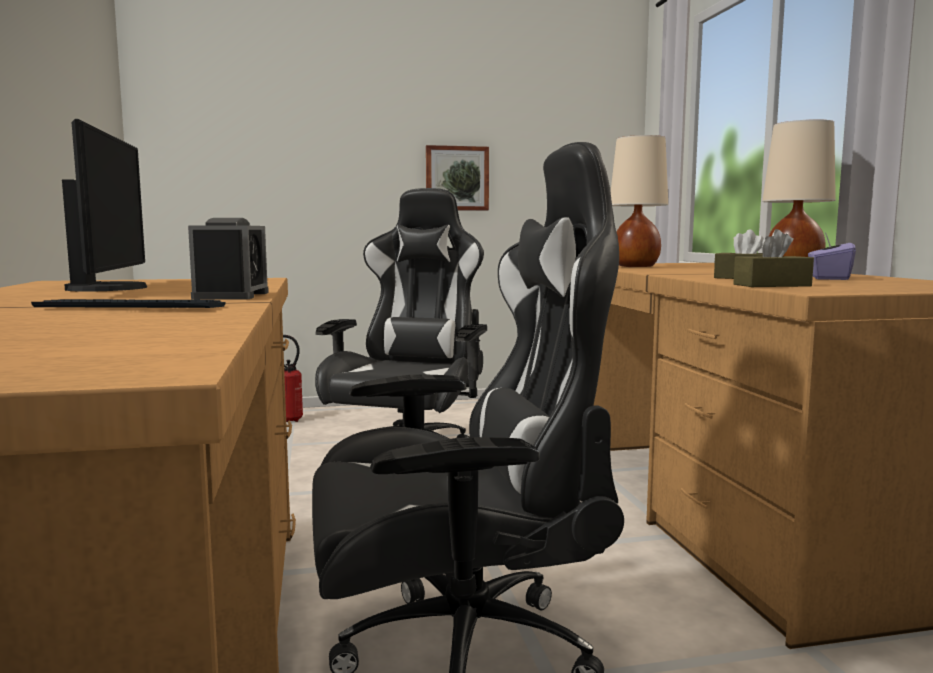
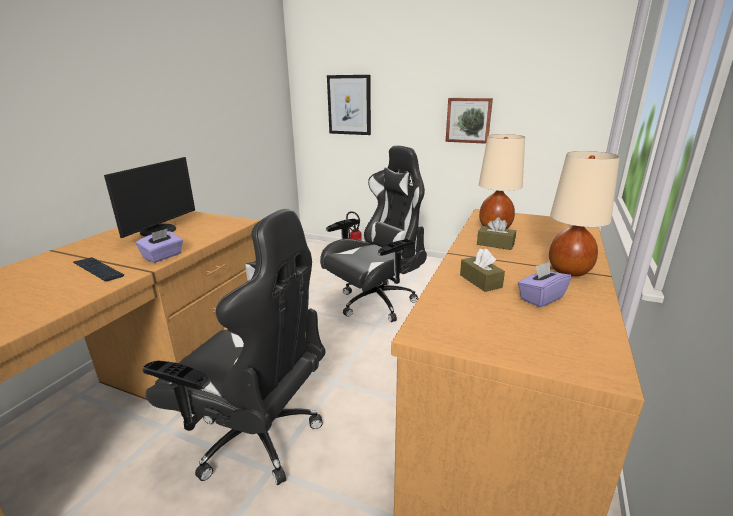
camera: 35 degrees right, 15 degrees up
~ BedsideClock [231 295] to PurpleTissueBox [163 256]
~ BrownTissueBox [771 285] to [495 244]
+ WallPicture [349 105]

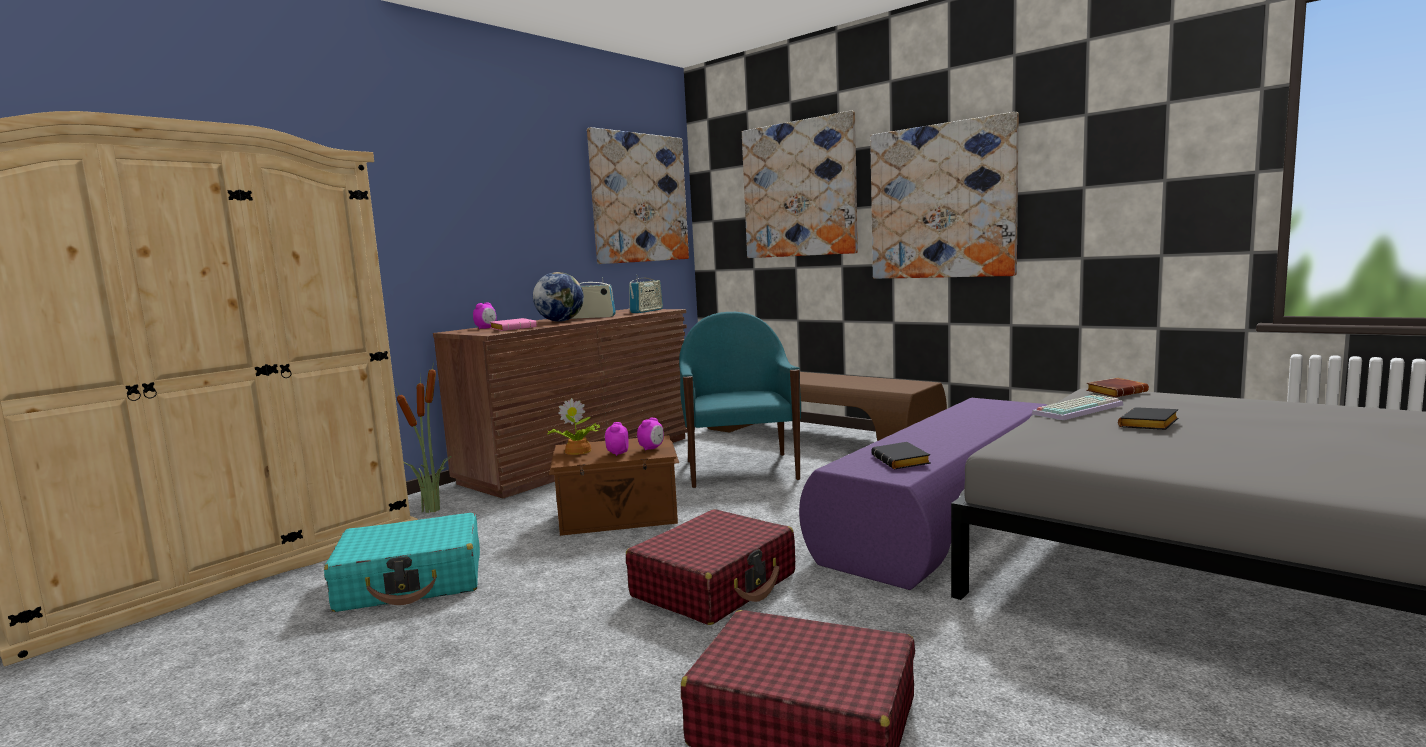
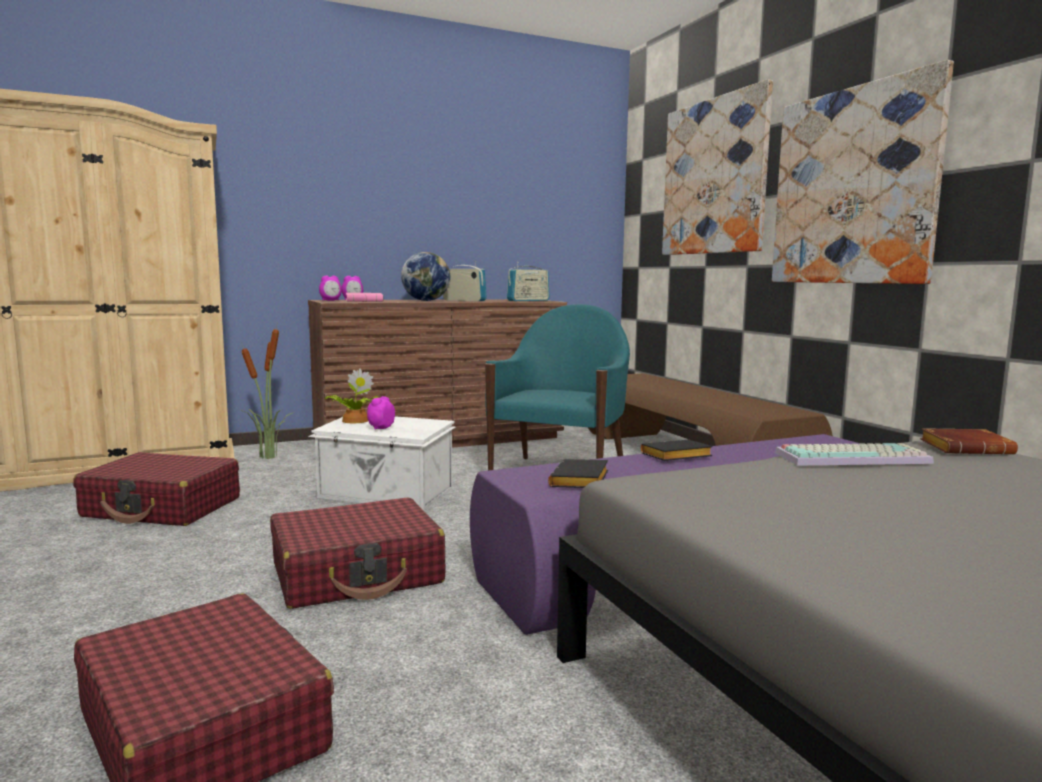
camera: 25 degrees right, 0 degrees up
~ TurquoiseTravelCase [412 581] to RedColouredTravelCase [162 507]
~ BrownStorageContainer [619 517] to WhiteStorageContainer [386 494]
- WallPicture [639 198]
~ BedsideClock [651 448] to [330 300]
~ BlackColouredVolume [1150 425] to [675 457]

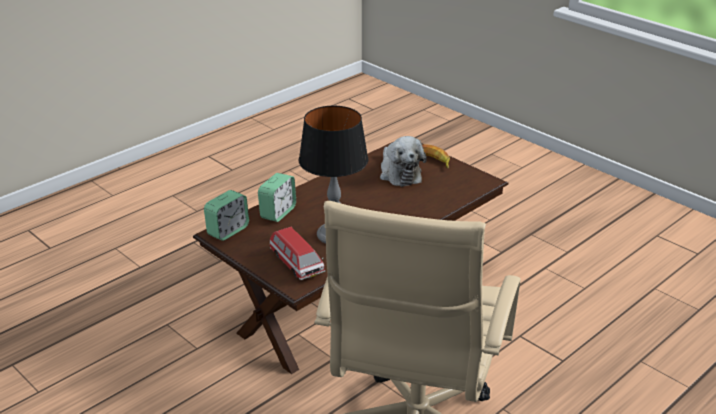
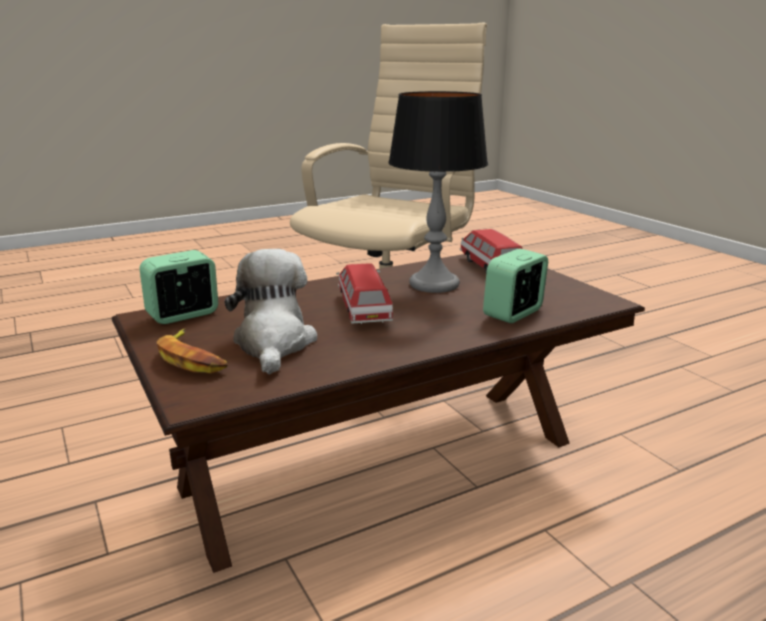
camera: 165 degrees left, 10 degrees down
~ BedsideClock [228 231] to [183 315]
+ ToyCar [364 310]

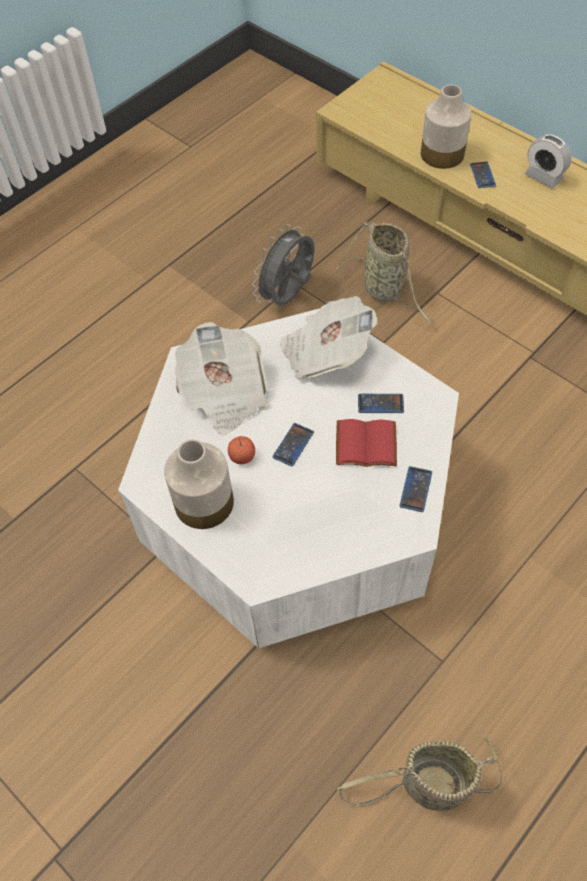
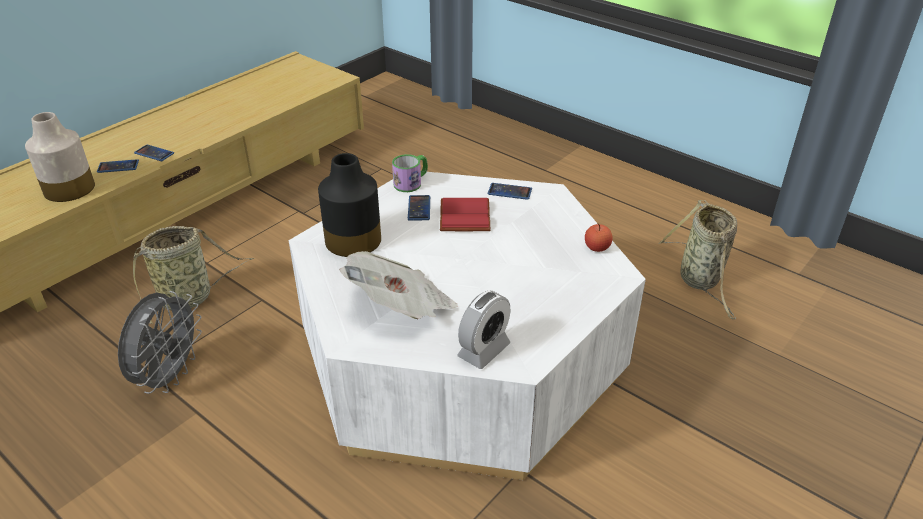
camera: 95 degrees left, 20 degrees down
- SandColouredDecorativeVase [203 501]
~ AppleFruit [242 456] to [597 247]
~ GrayElectricFan [288 297] = [169 376] 105 degrees counterclockwise
~ Handset [293 445] to [154 153]
~ Newspaper [325 353] to BlackColouredDecorativeVase [353 240]
~ BedsideClock [543 177] to [484 350]
+ Mug [411 182]

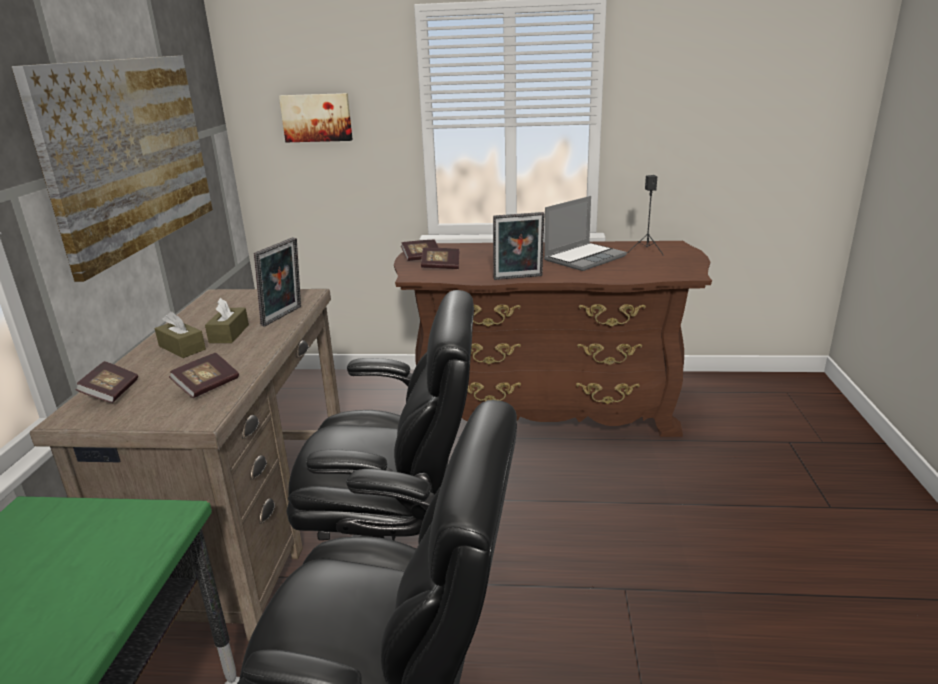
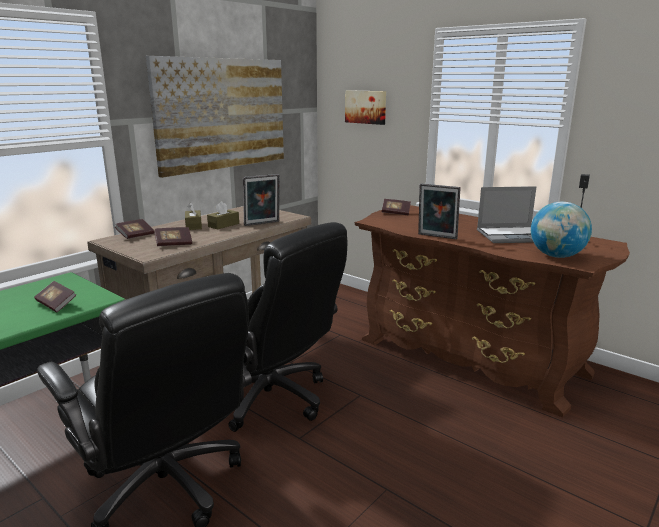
camera: 35 degrees right, 5 degrees down
~ Volume [440 266] to [56 304]
+ Globe [556 256]

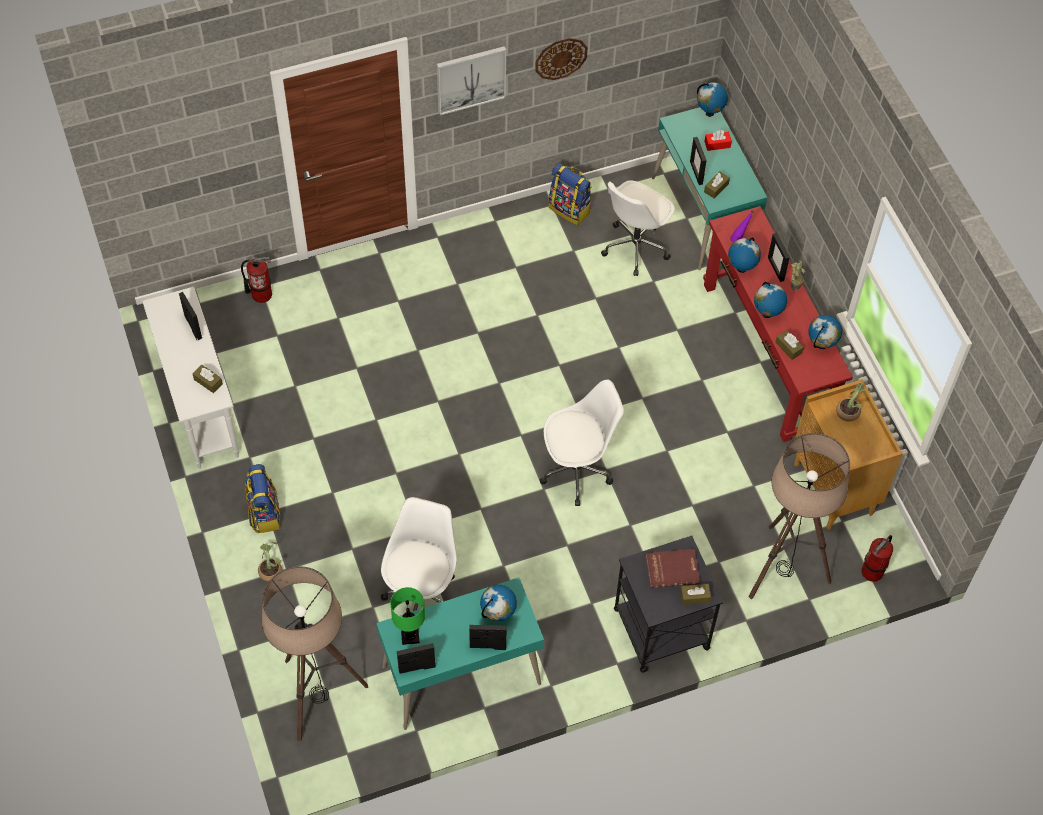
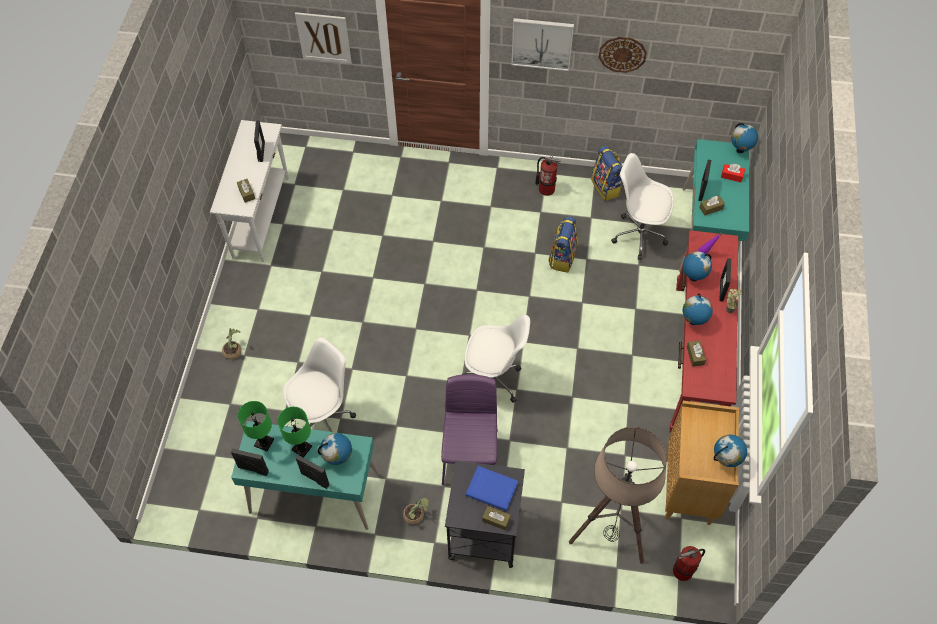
camera: 30 degrees right, 0 degrees up
~ FireFightingCylinder [261 294] to [546 189]
~ Knapsack [264 513] to [562 257]
- StandingLamp [317 695]
~ WhiteDeskChair [634 249] = [637 235] 45 degrees clockwise
~ RedColouredVolume [672 568] to BluishVolume [492 488]
~ Globe [821 345] to [725 460]
~ PottedPlant [850 411] to [416 515]
+ GreenColouredTabletopLamp [302 448]
+ WallPicture [324 37]
+ PurpleUprightChair [470 454]

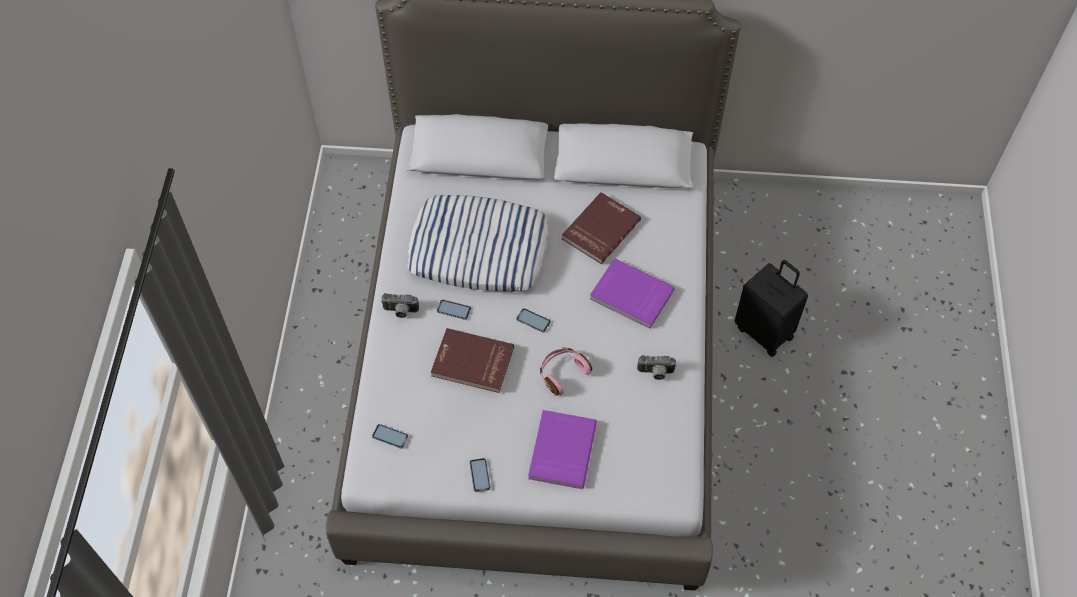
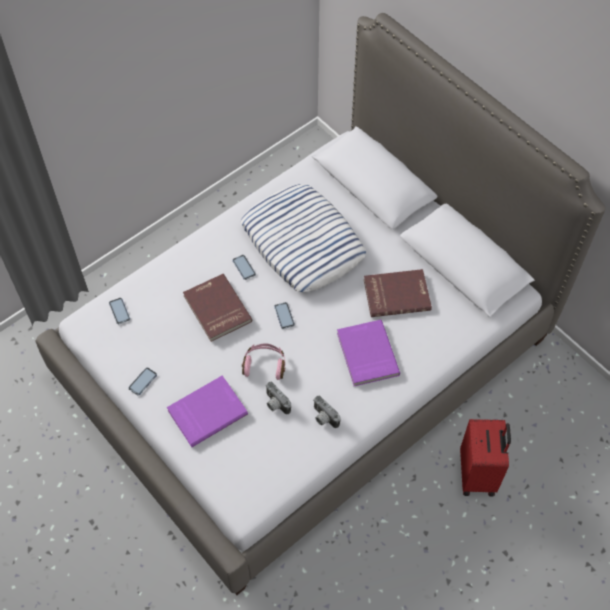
camera: 45 degrees right, 0 degrees up
~ StillCamera [400 312] to [275 404]
~ BlackColouredTravelCase [765 331] to RedColouredTravelCase [478 474]

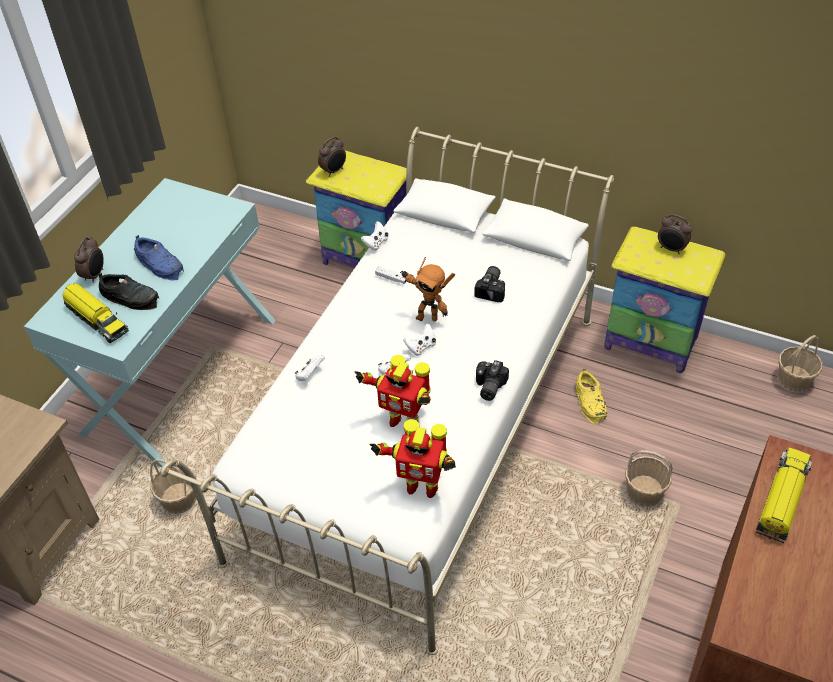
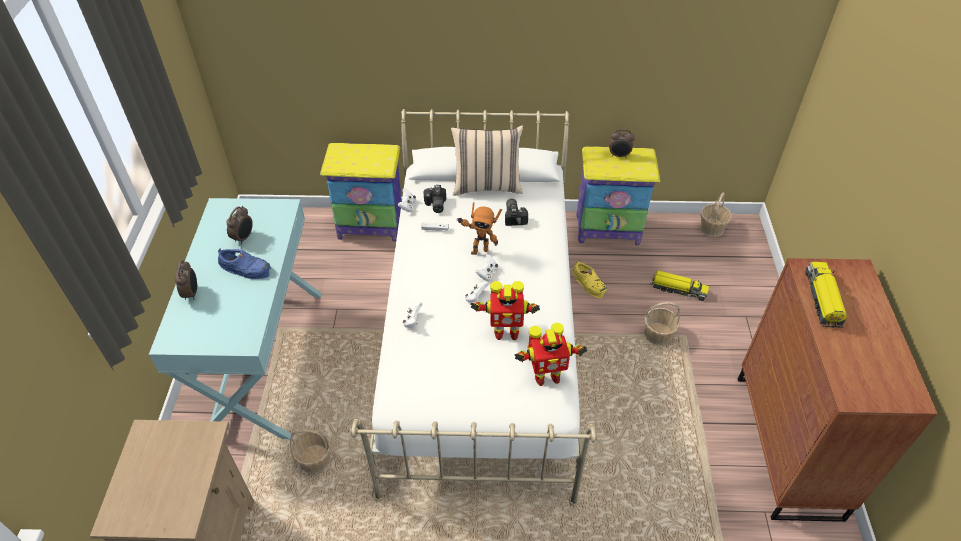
camera: 25 degrees left, 0 degrees up
~ ToyLorry [96 319] to [678 289]
- BlackColouredLowShoe [130 297]
~ BedsideClock [334 171] to [244 238]
~ StillCamera [488 387] to [435 205]
+ SandColouredThrowPillow [487 185]

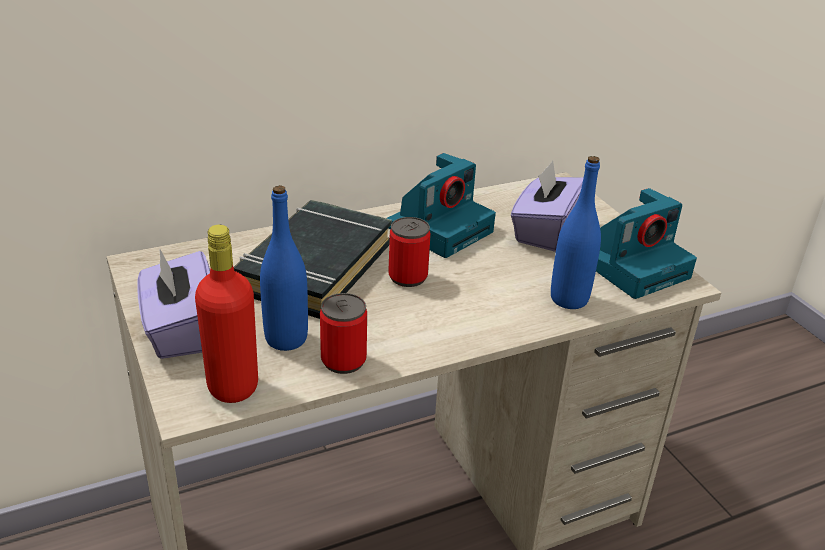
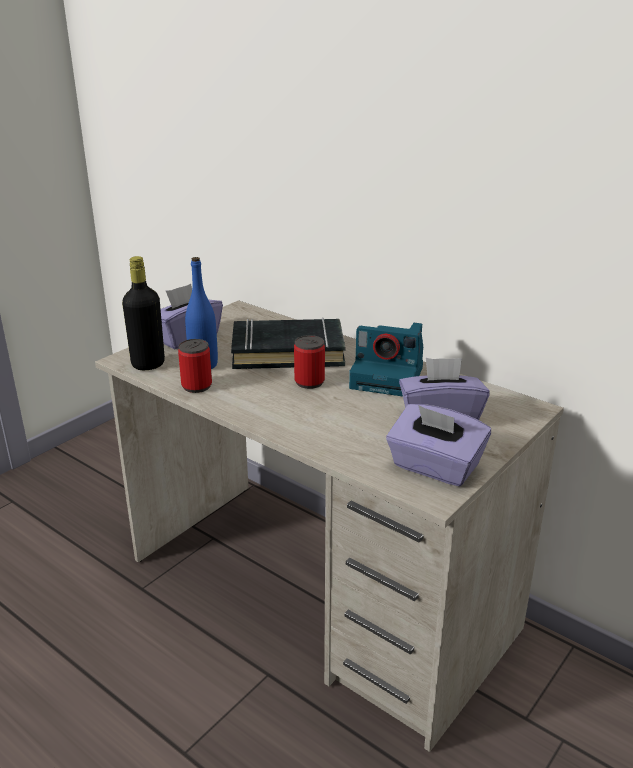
camera: 65 degrees right, 5 degrees down
~ RedColouredBeverageBottle [233 387] to BlackColouredBeverageBottle [148 364]
- BluishBeverageBottle [569 299]
~ StillCamera [634 266] to PurpleTissueBox [435 467]

